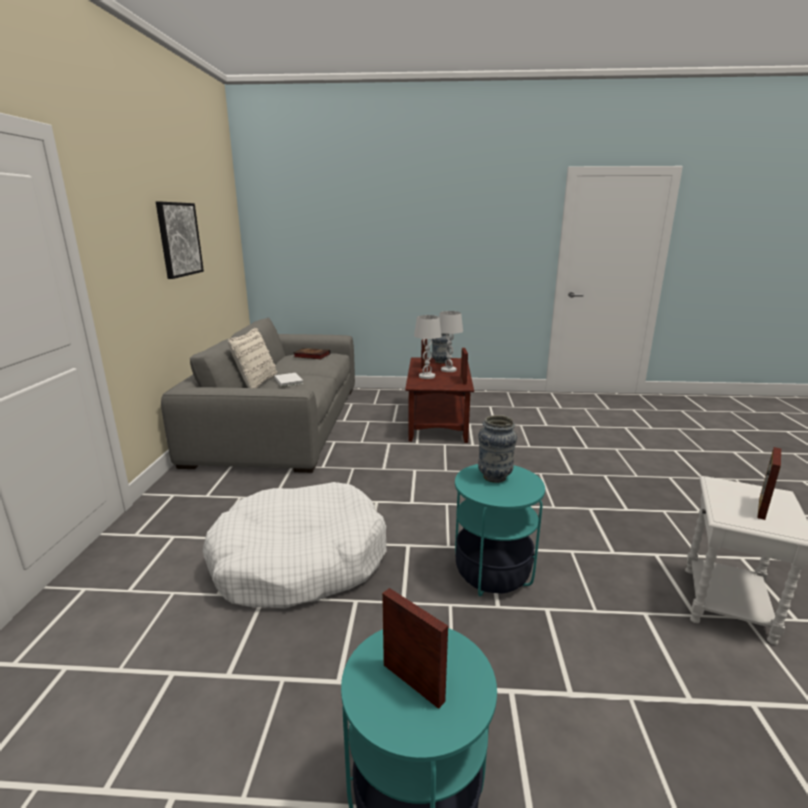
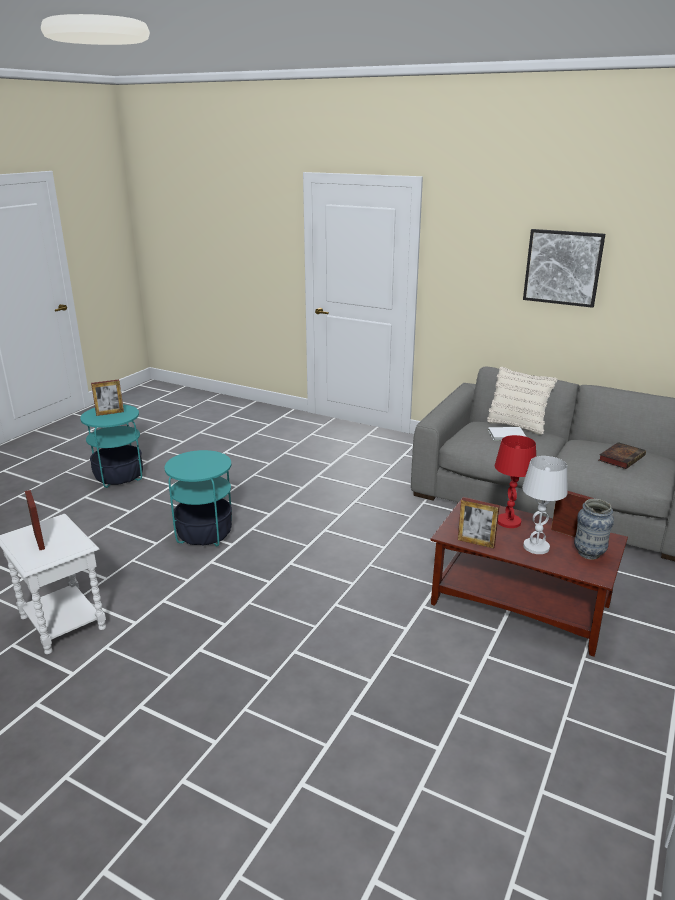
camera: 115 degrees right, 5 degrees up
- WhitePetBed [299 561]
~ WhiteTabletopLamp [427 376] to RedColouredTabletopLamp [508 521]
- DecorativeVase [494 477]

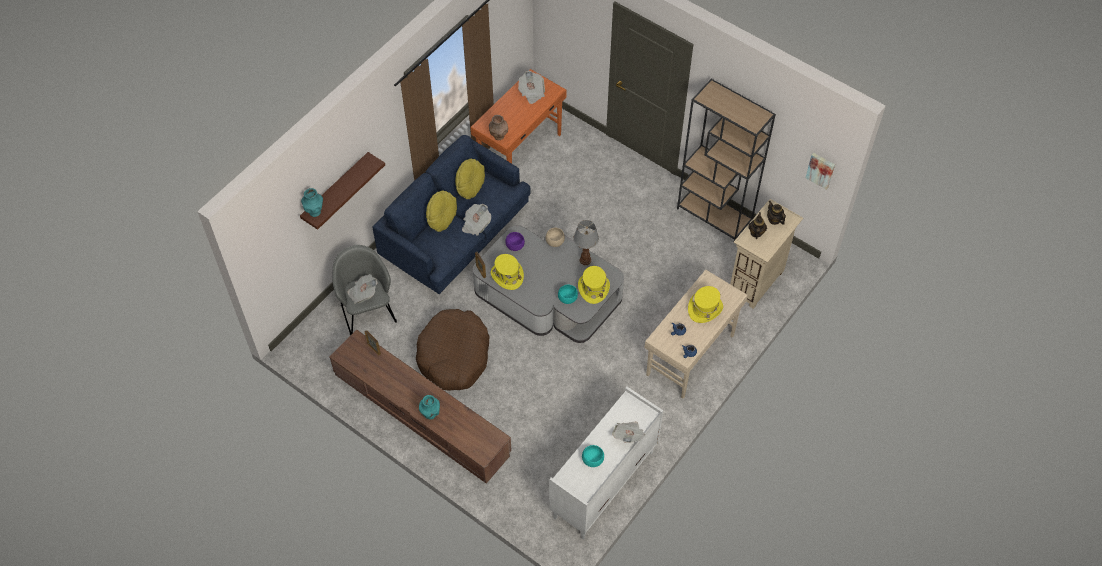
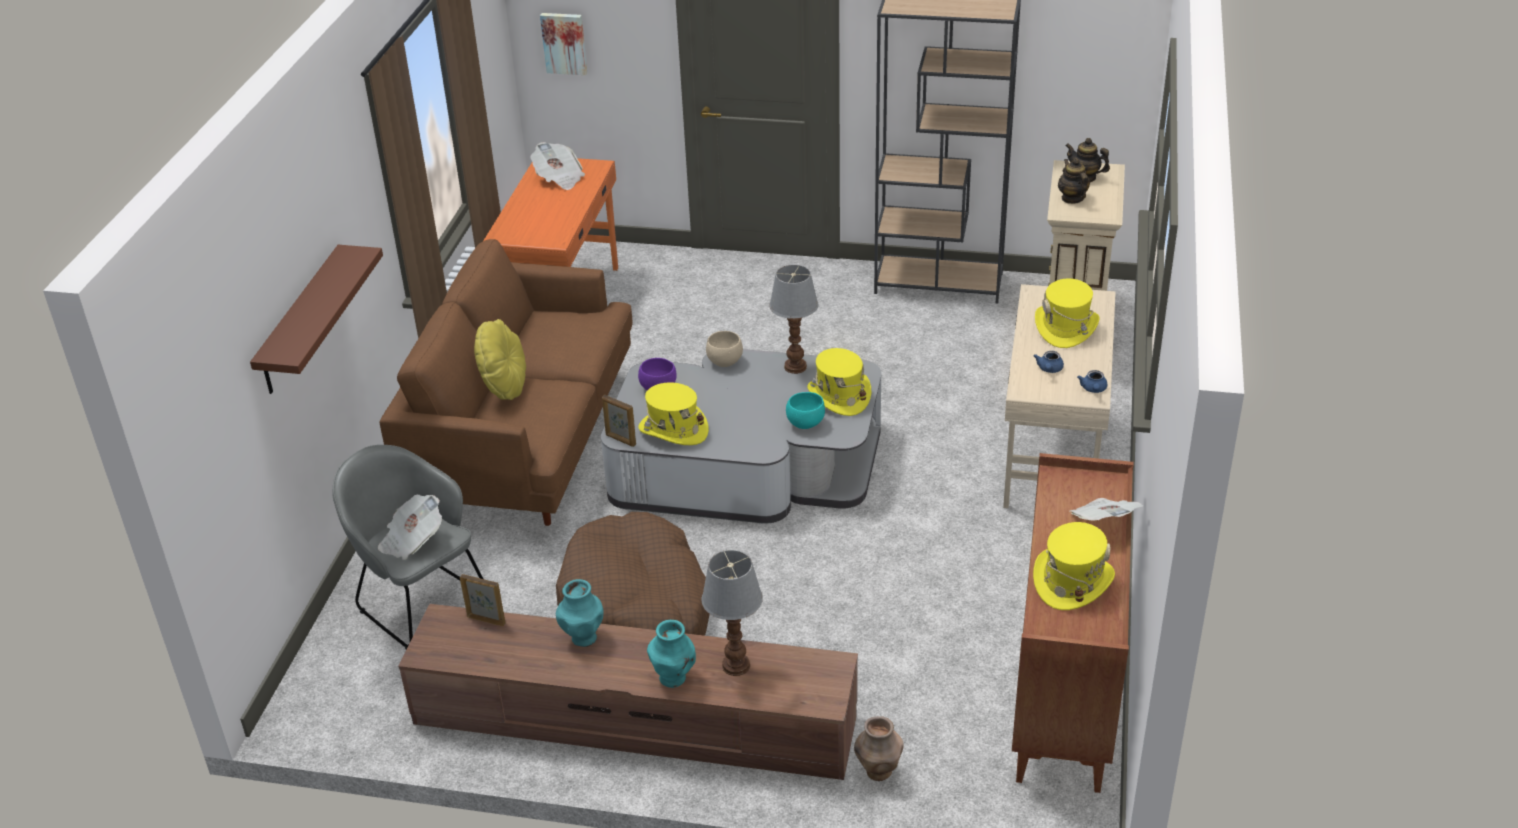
camera: 25 degrees left, 20 degrees down
~ TurquoiseDecorativeVase [315 212] to [583 637]
~ BluishCouch [455 238] to BrownCouch [525 445]
- YellowColouredThrowPillow [470 189]
- Newspaper [476 224]
~ BrownDecorativeVase [498 136] to [878 772]
~ WhiteStorageCabinet [603 485] to BrownStorageCabinet [1064 692]
~ TurquoiseDeepDish [592 460] to YellowColouredWearableHat [1072 581]
~ WallPicture [821 170] to [564 43]
+ TabletopLamp [735 666]

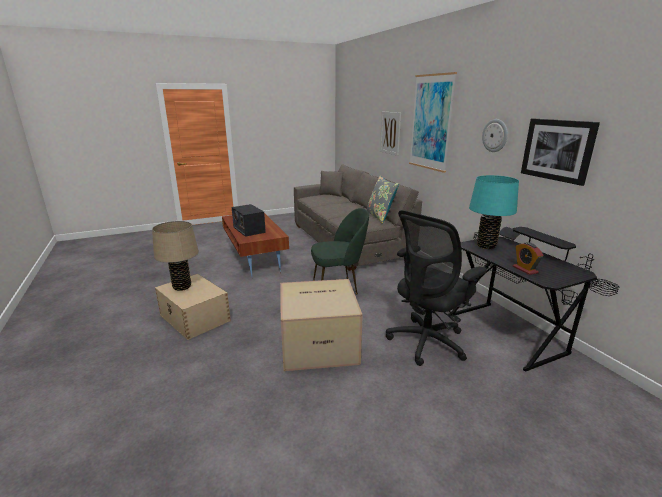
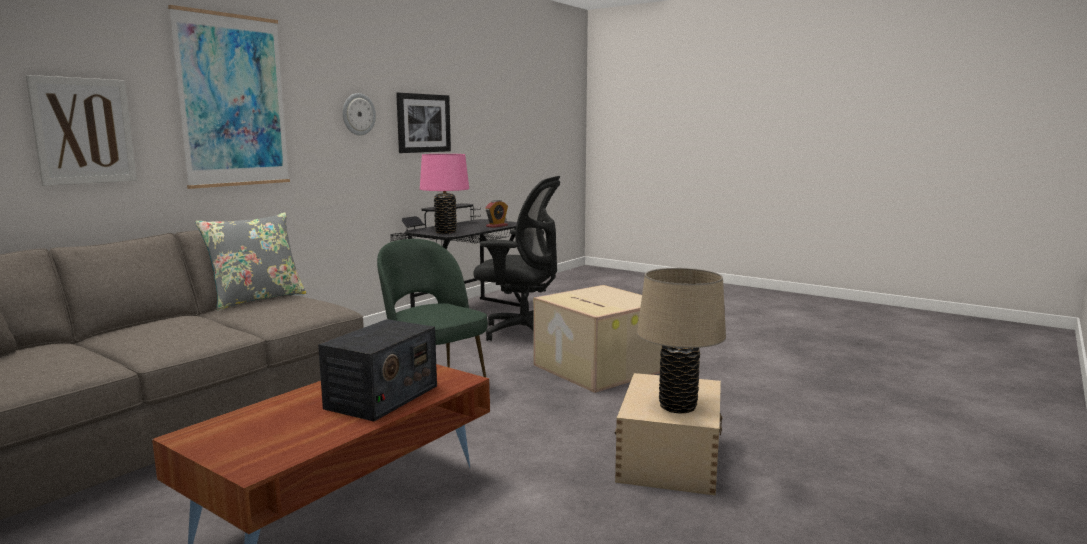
camera: 120 degrees left, 10 degrees down
~ TurquoiseTabletopLamp [486 246] to PinkishTabletopLamp [445 232]

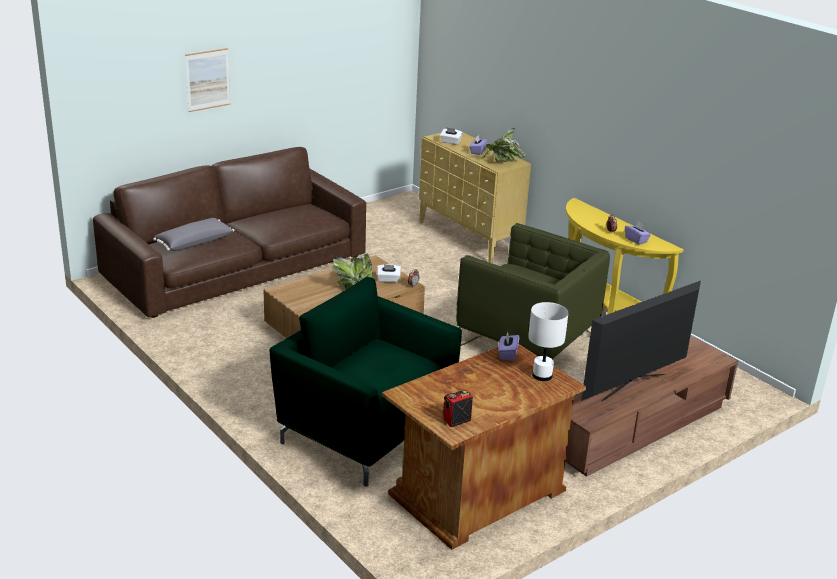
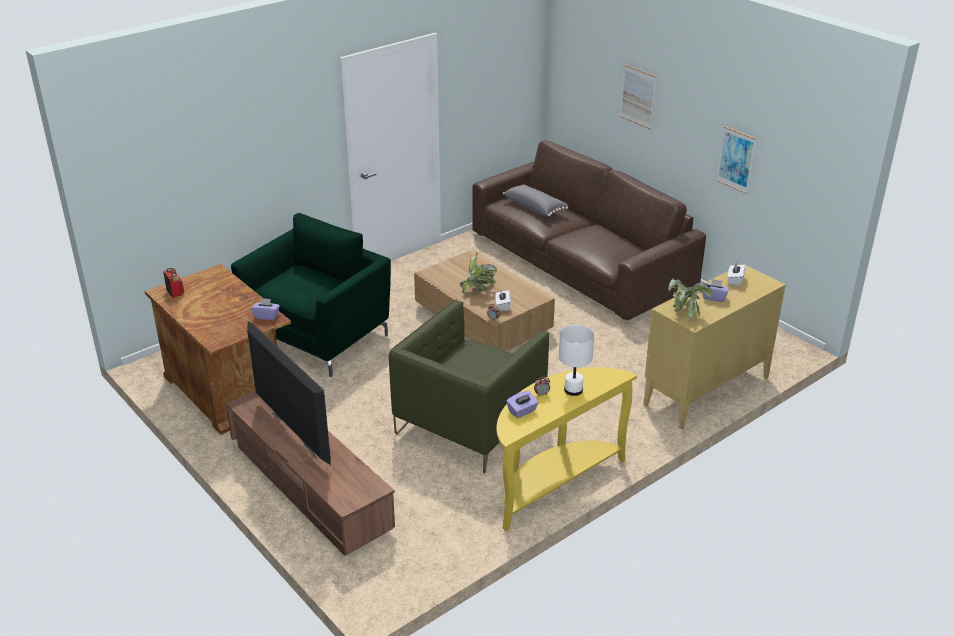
camera: 90 degrees right, 5 degrees up
~ WhiteTabletopLamp [542 376] to [573 390]
+ WallPicture [736 159]

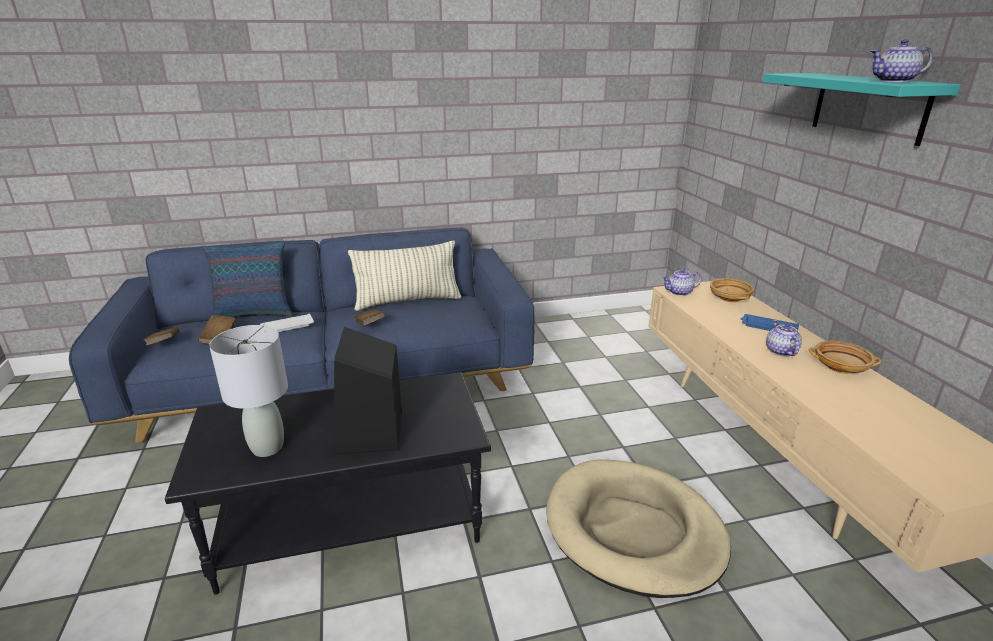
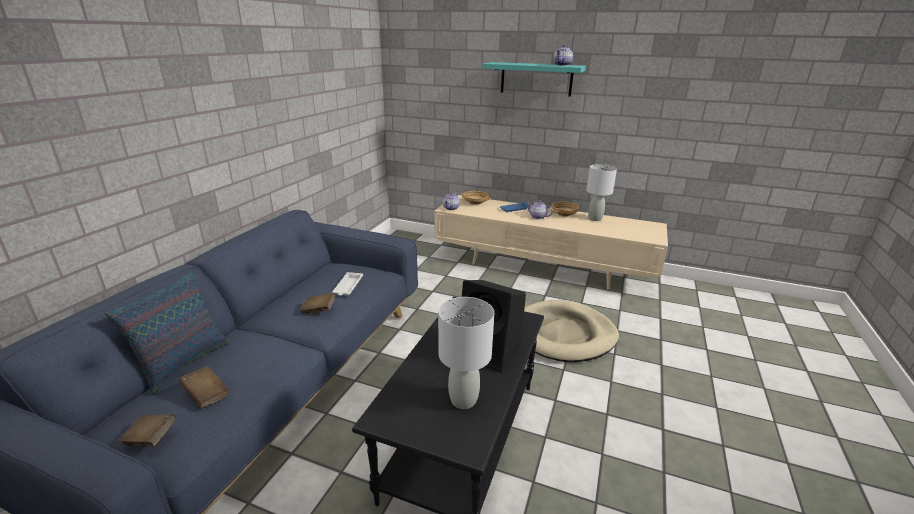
camera: 55 degrees left, 0 degrees up
~ WhiteServingTray [286 327] to [348 286]
- ThrowPillow [408 301]
+ GrayTabletopLamp [595 218]

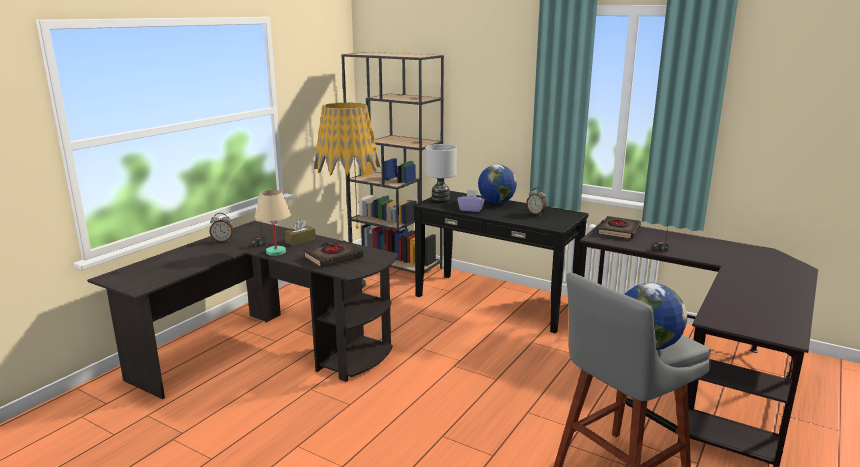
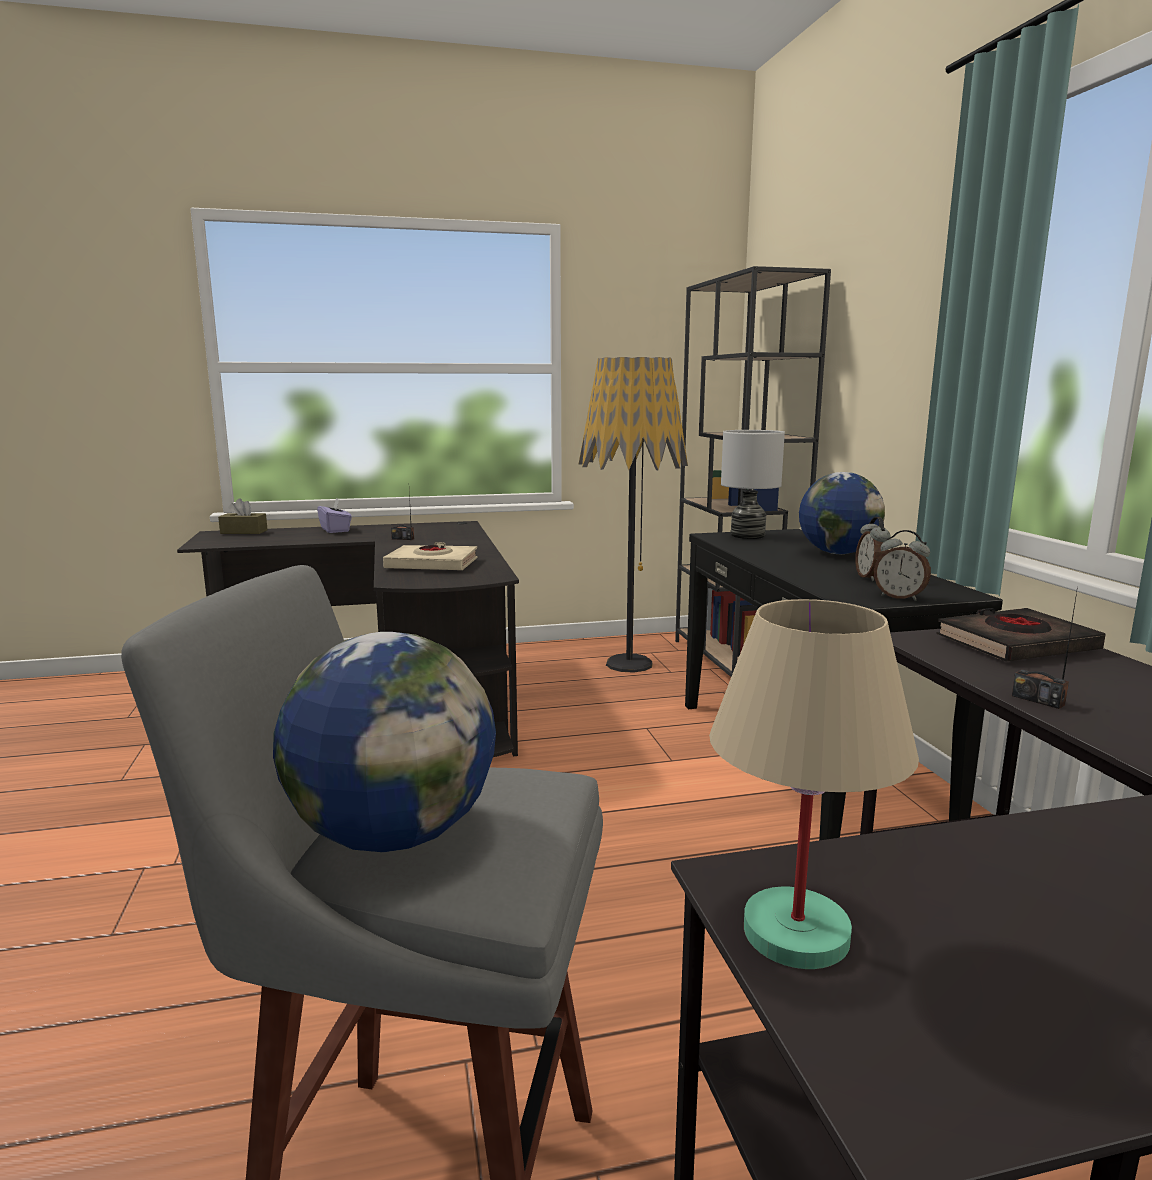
camera: 45 degrees right, 5 degrees down
~ BedsideClock [222 241] to [899 597]
~ SandColouredTabletopLamp [275 252] to [793 932]
~ BrownTissueBox [300 240] to [244 532]
~ BlackColouredVolume [333 257] to SandColouredVolume [432 564]
~ PurpleTissueBox [471 209] to [335 530]

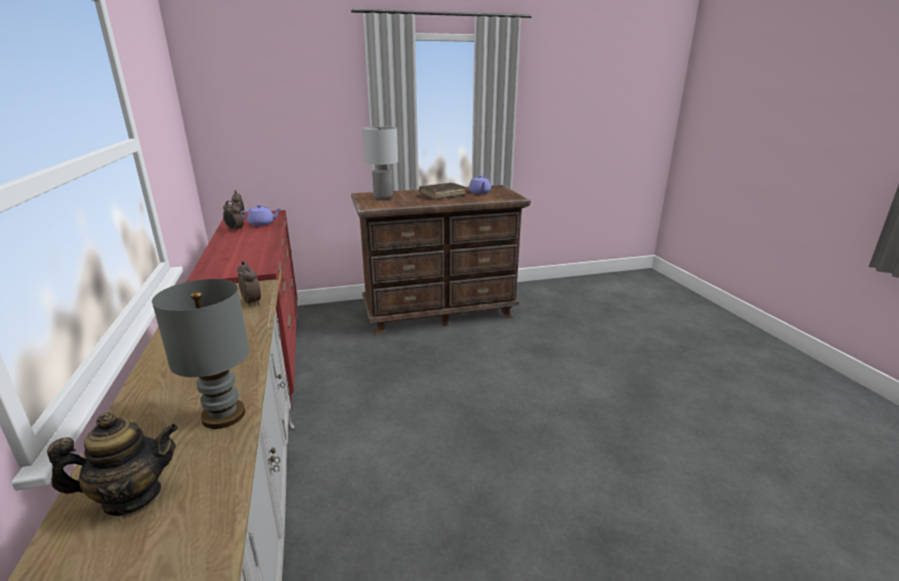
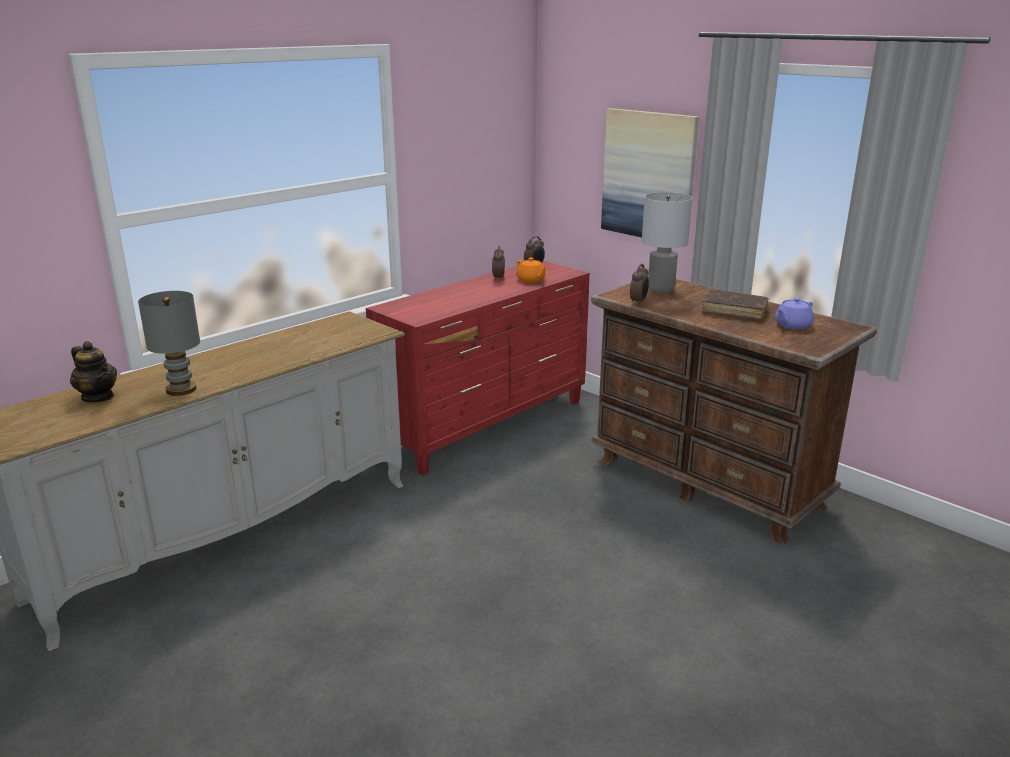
camera: 60 degrees right, 0 degrees up
~ BedsideClock [252 302] to [638 302]
~ PurpleTeaPot [262 223] to OrangeyTeaPot [531 280]
+ WallPicture [648 175]

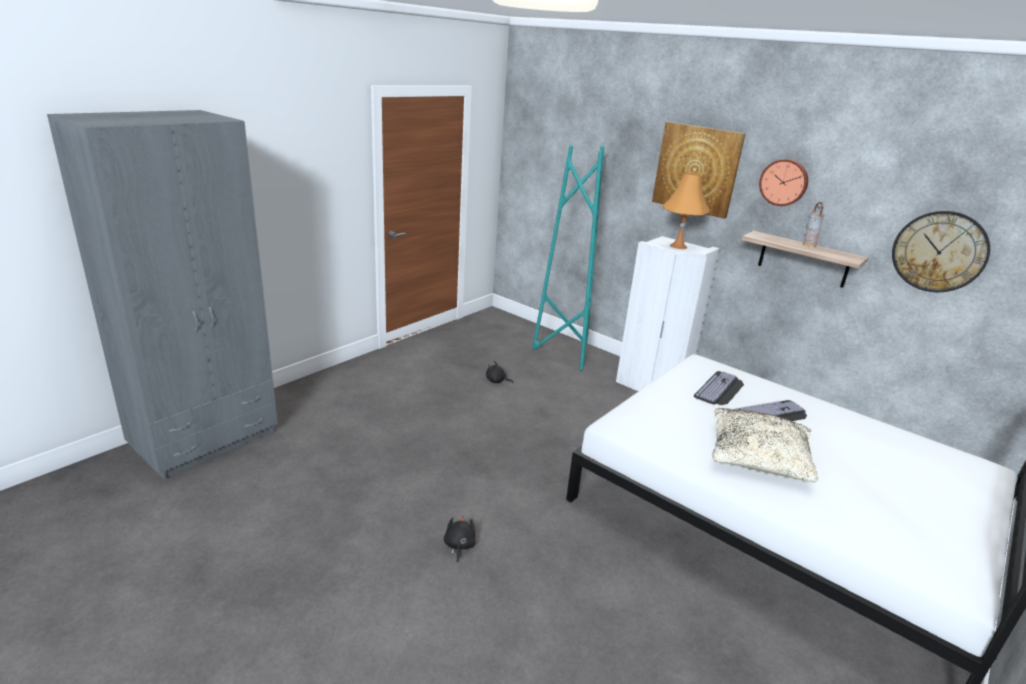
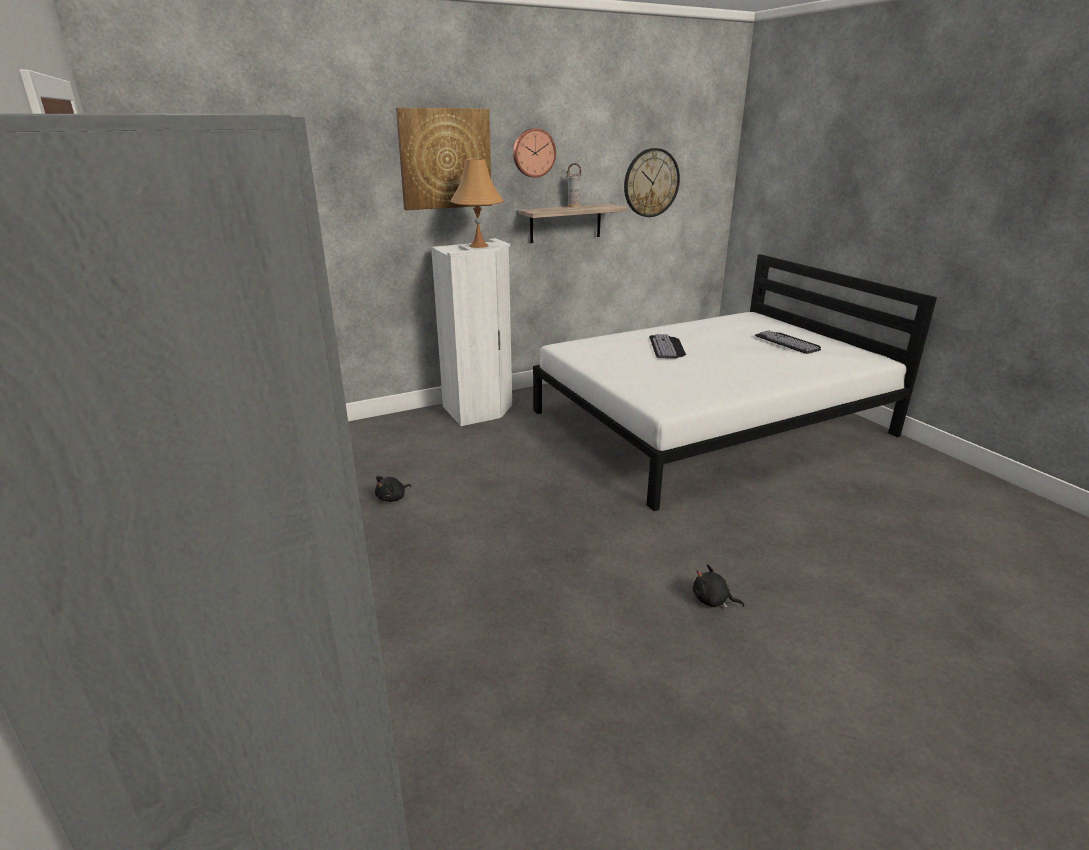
camera: 65 degrees left, 0 degrees up
- TurquoiseGarmentStand [567 354]
~ PcKeyboard [720 389] to [790 342]
- SandColouredThrowPillow [759 456]

